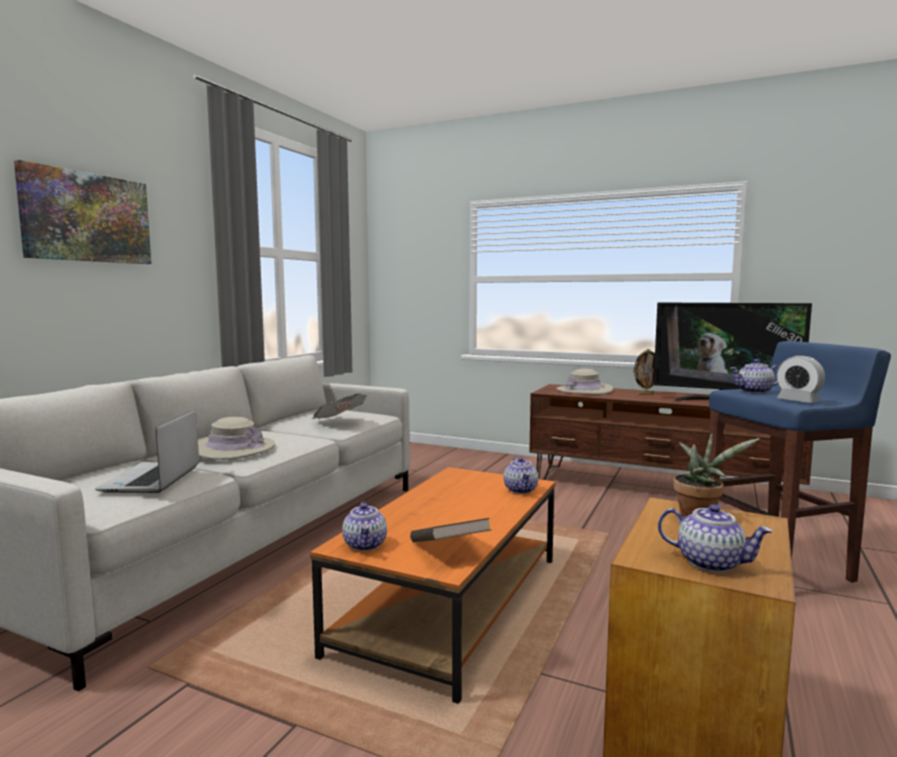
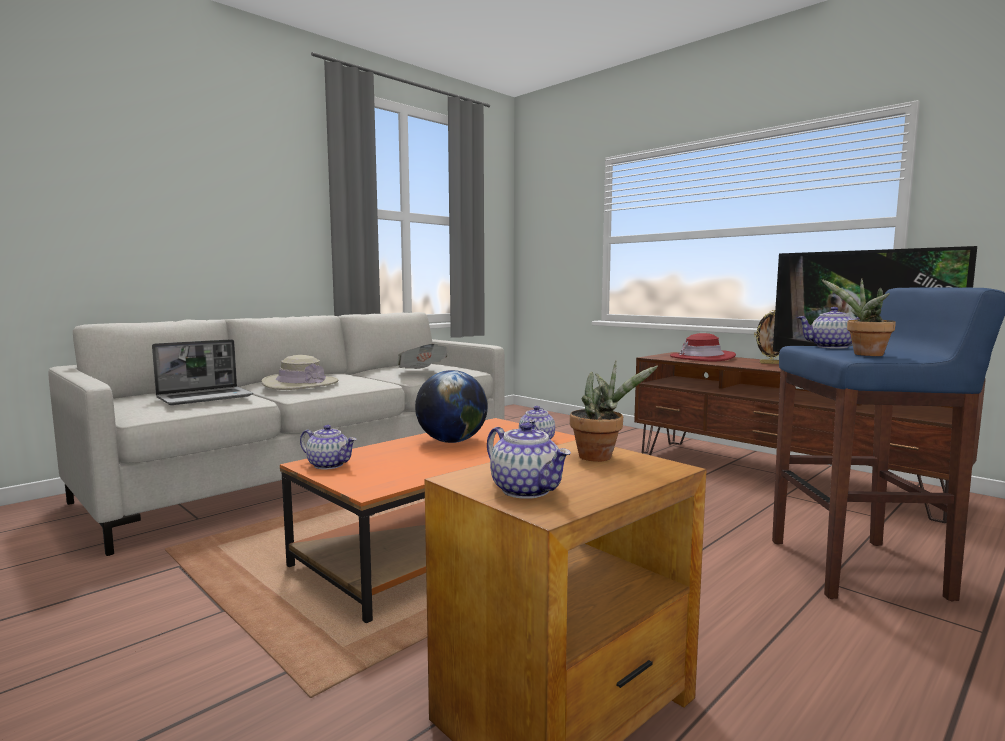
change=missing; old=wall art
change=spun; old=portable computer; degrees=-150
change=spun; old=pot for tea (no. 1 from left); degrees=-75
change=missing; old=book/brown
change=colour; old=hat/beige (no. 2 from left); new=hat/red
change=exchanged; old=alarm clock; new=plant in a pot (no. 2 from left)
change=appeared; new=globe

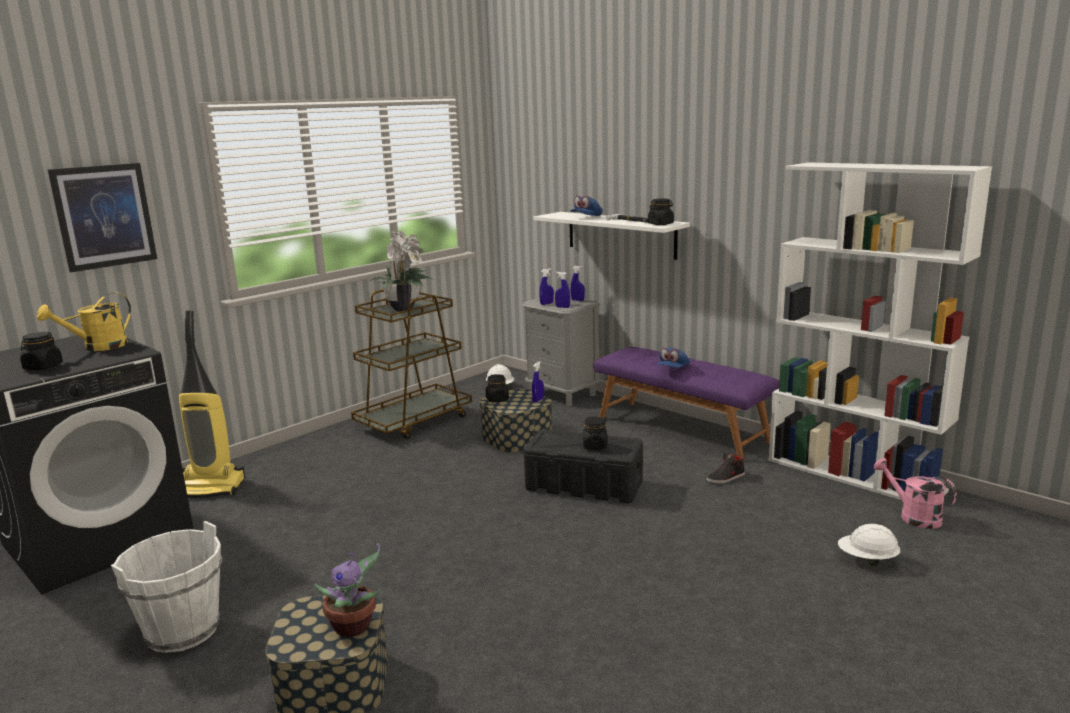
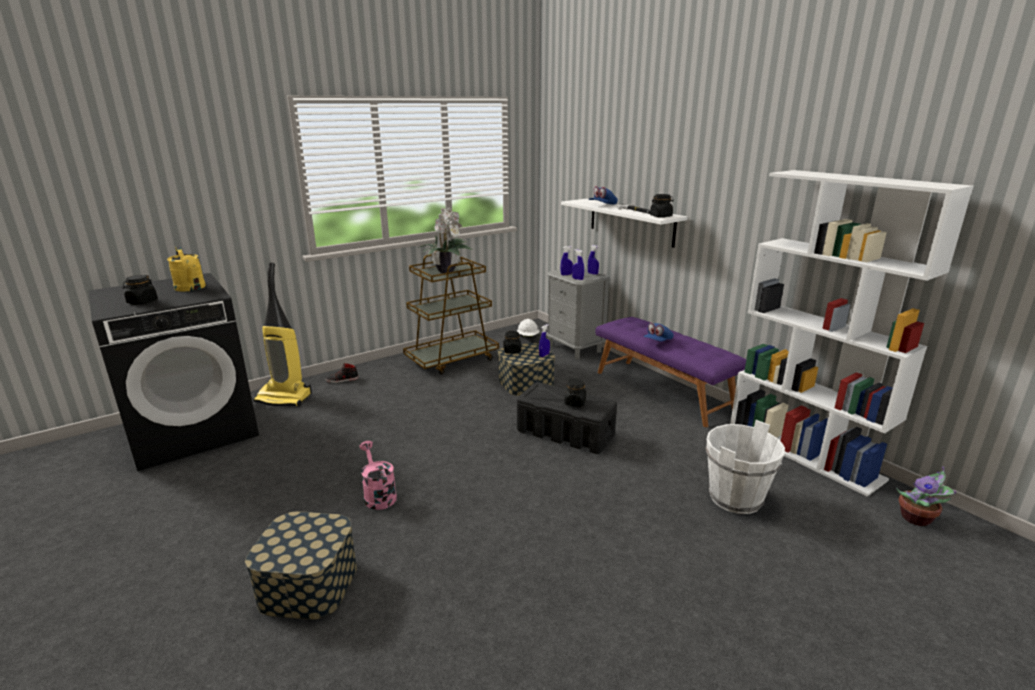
change=spun; old=watering can/yellow; degrees=-90
change=missing; old=wall art
change=relocated; old=water bucket/whitish
change=relocated; old=plant in a pot (no. 1 from left in the first image); new=plant in a pot (no. 2 from left)
change=relocated; old=shoe/blackish
change=missing; old=safety helmet/whitish (no. 2 from left)
change=relocated; old=watering can/pink

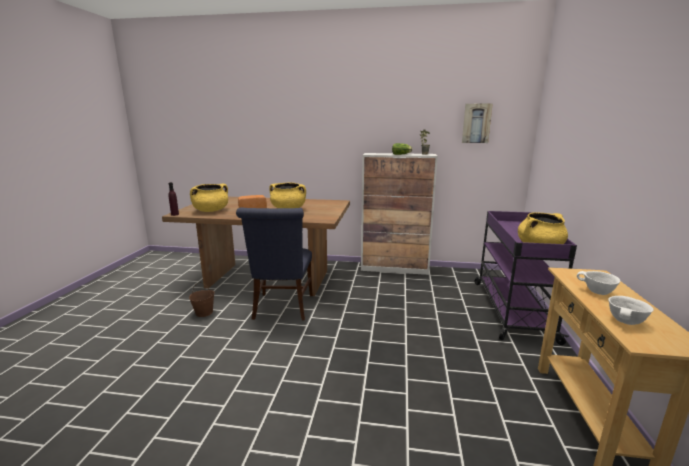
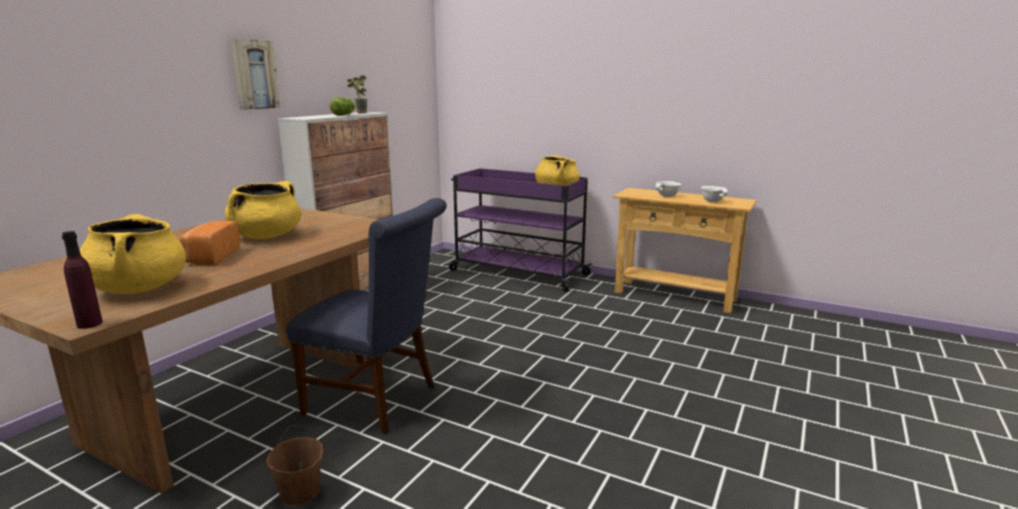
change=relocated; old=wall art

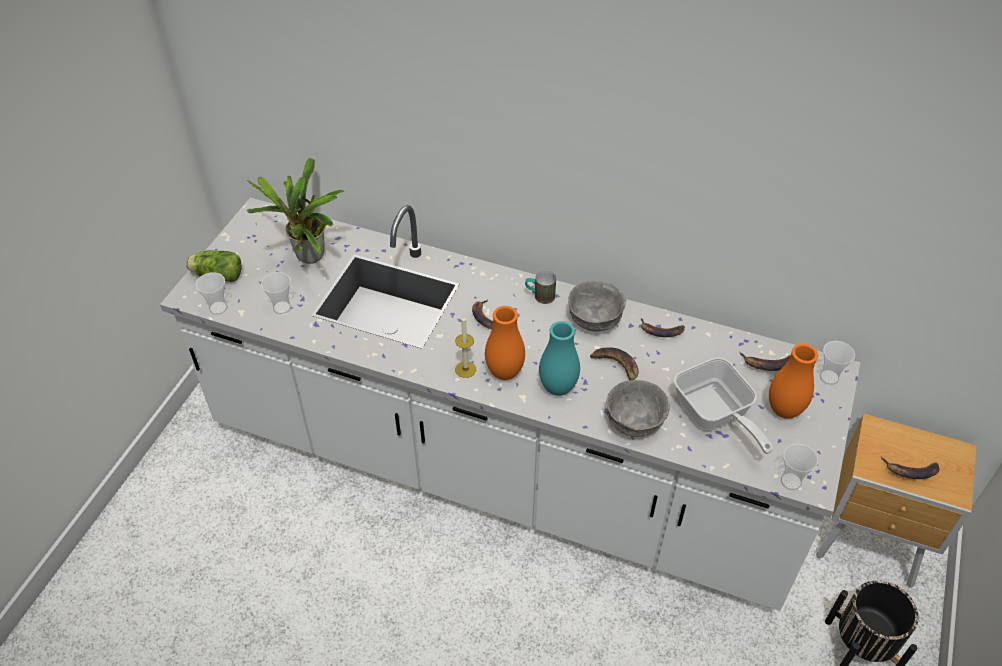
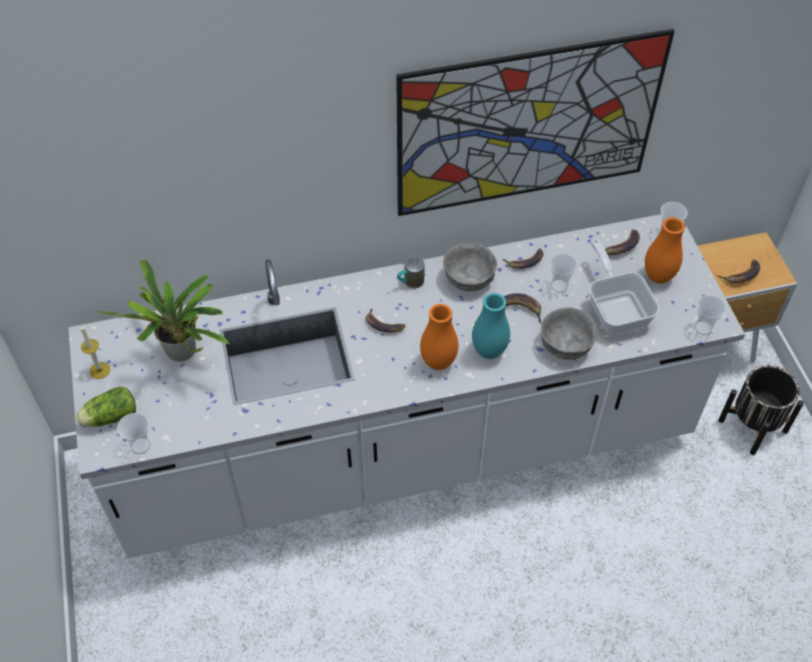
change=relocated; old=drinking cup (no. 2 from left)
change=relocated; old=wax candle
change=spun; old=pan; degrees=-135
change=appeared; new=wall art

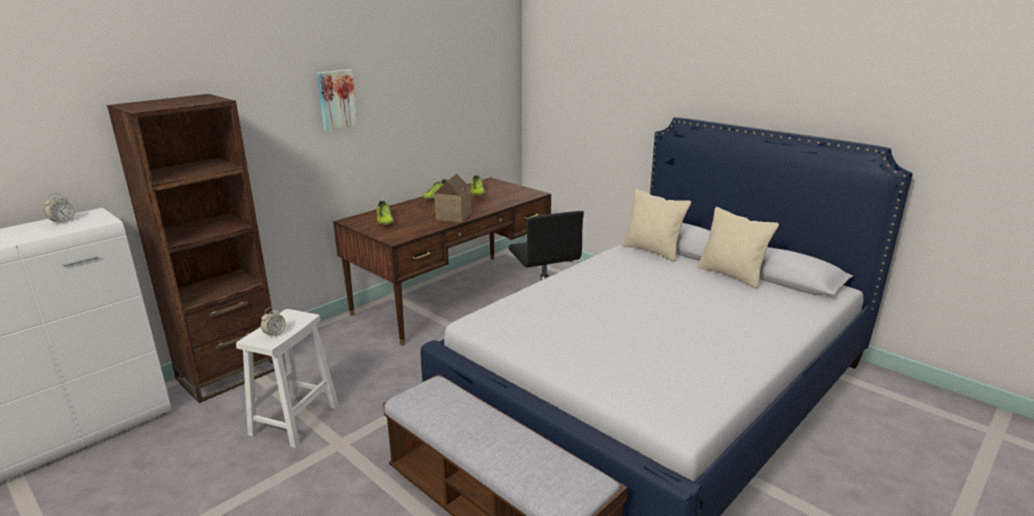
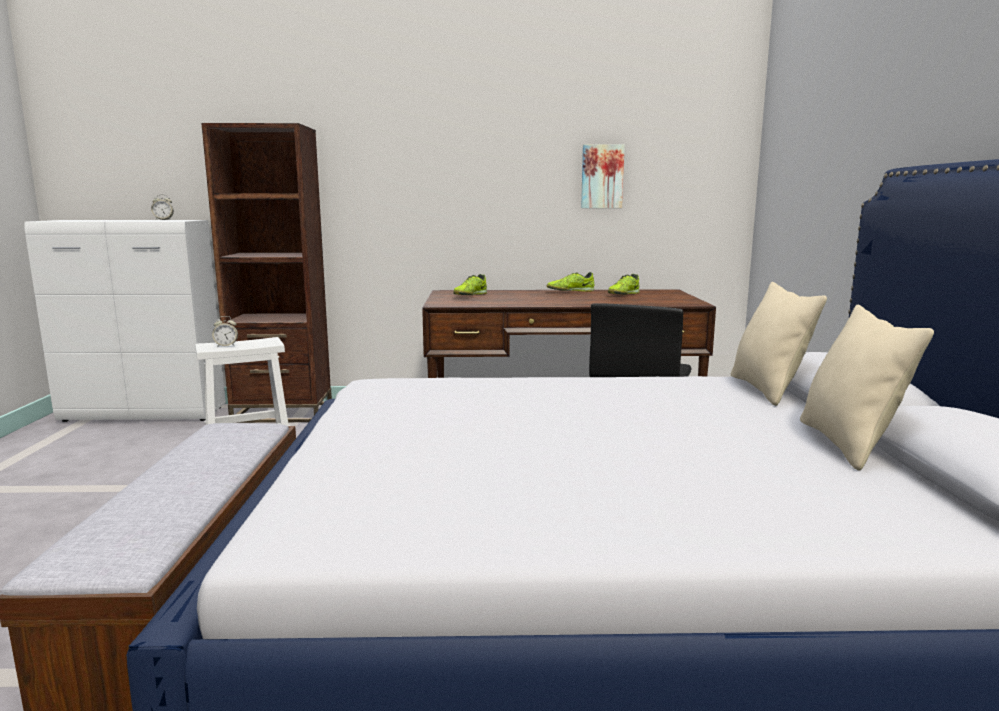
change=relocated; old=wall art
change=missing; old=toy house

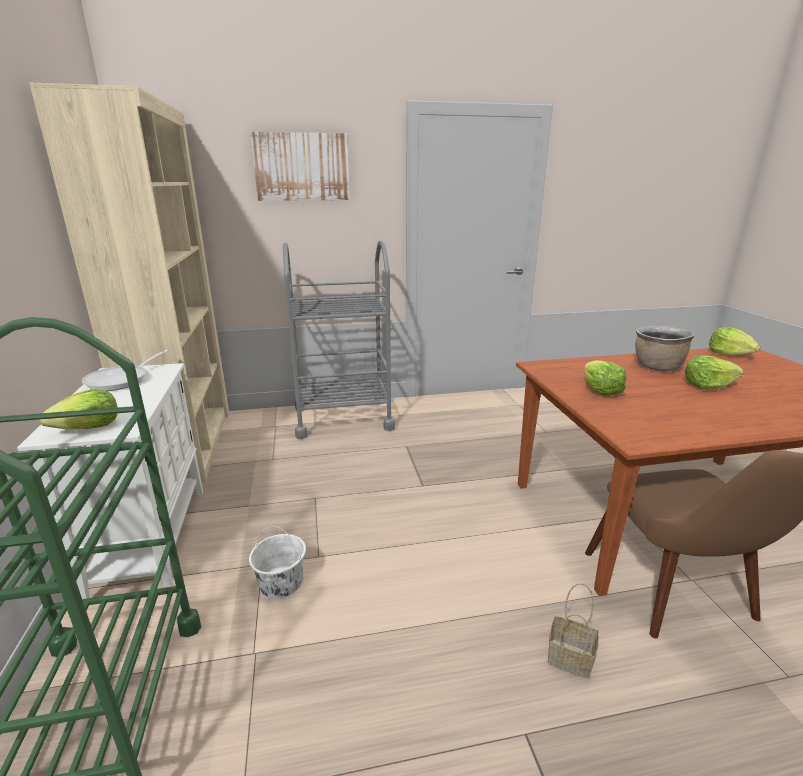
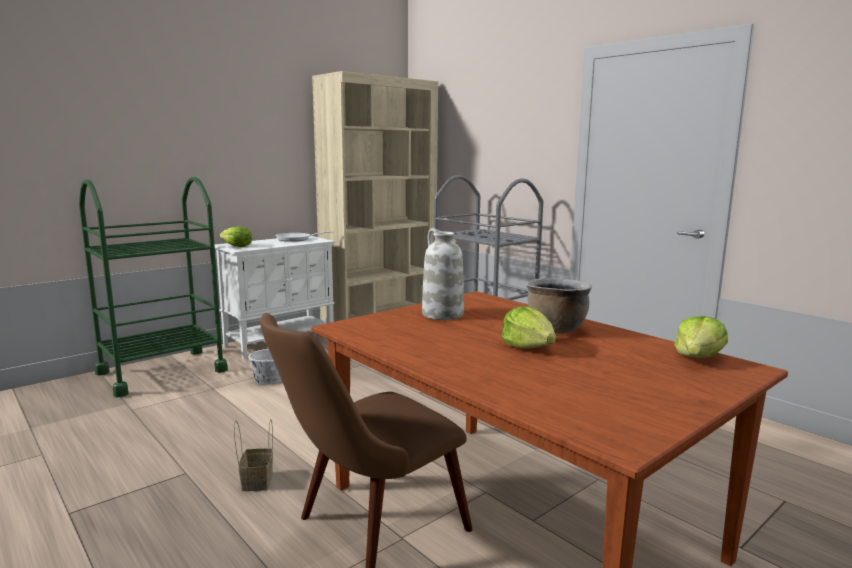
change=missing; old=wall art
change=exchanged; old=lettuce (no. 2 from left); new=vase/whitish

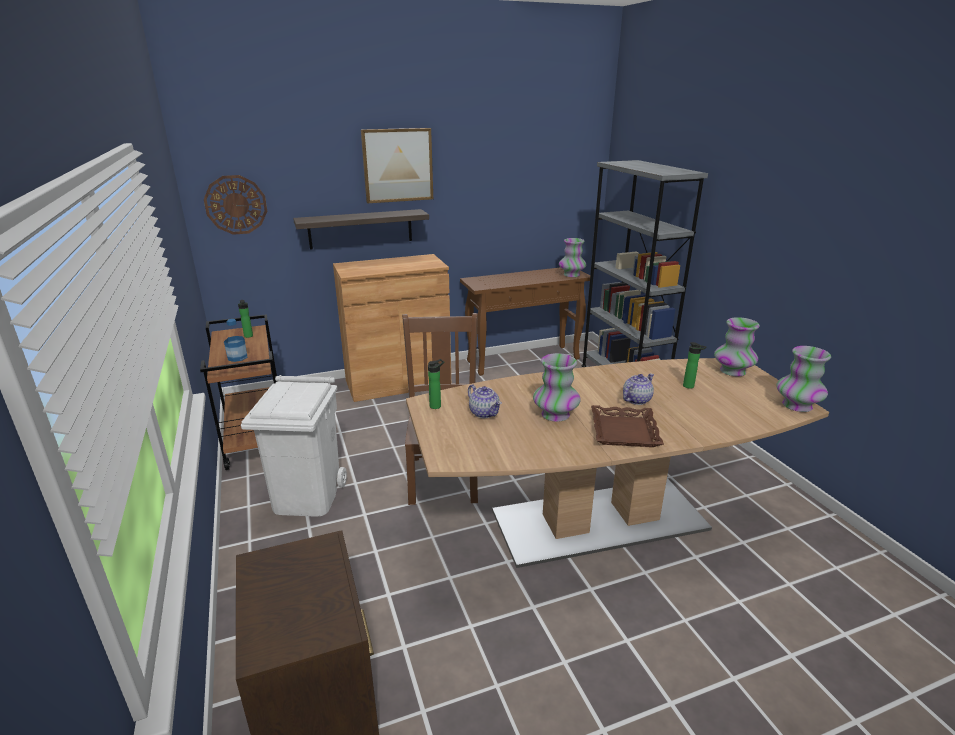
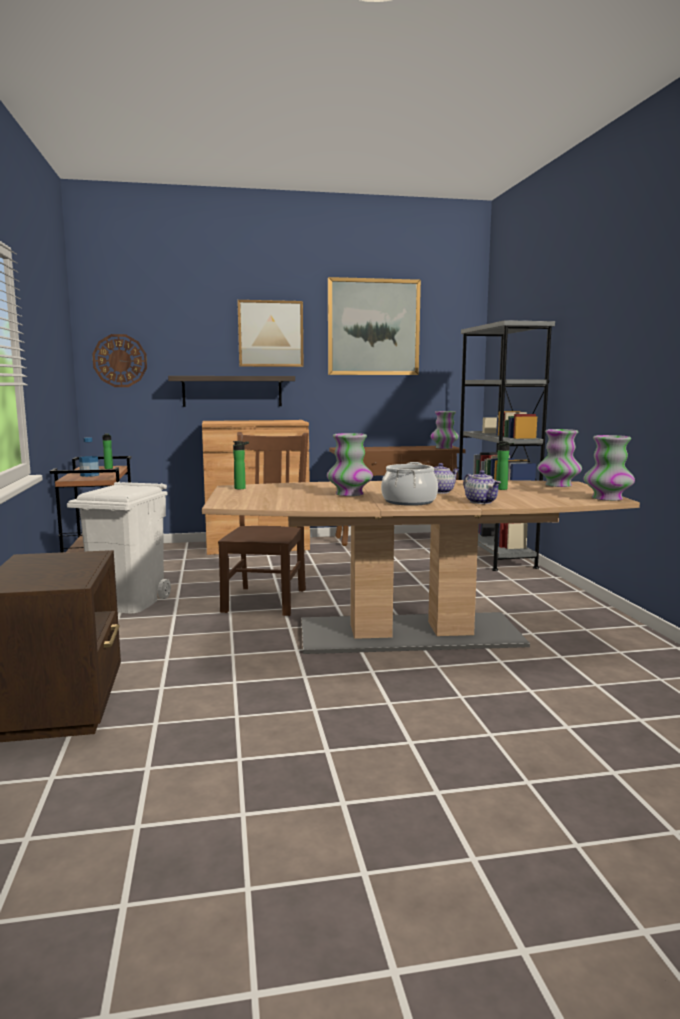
change=relocated; old=pot for tea (no. 1 from left in the first image); new=pot for tea (no. 2 from left)
change=exchanged; old=carrying tray/brown; new=stockpot
change=appeared; new=wall art (no. 2 from left)

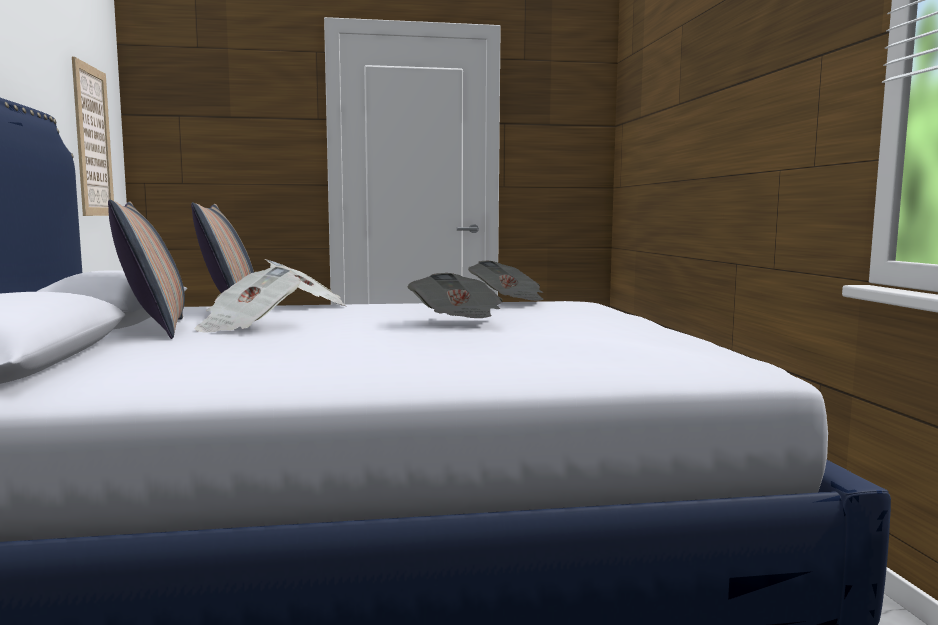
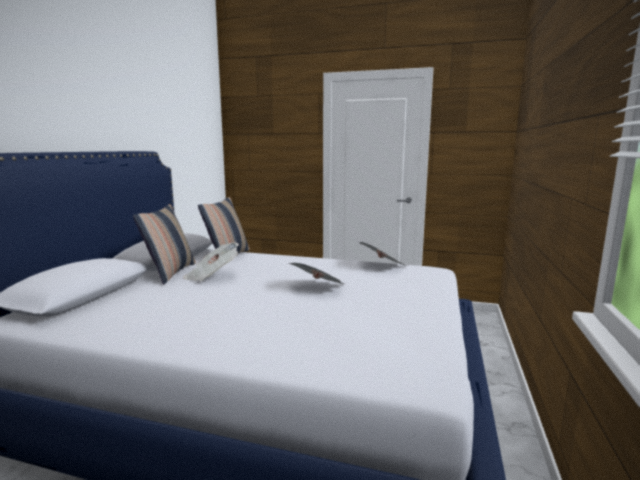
change=missing; old=wall art
change=missing; old=daily paper (no. 2 from left)

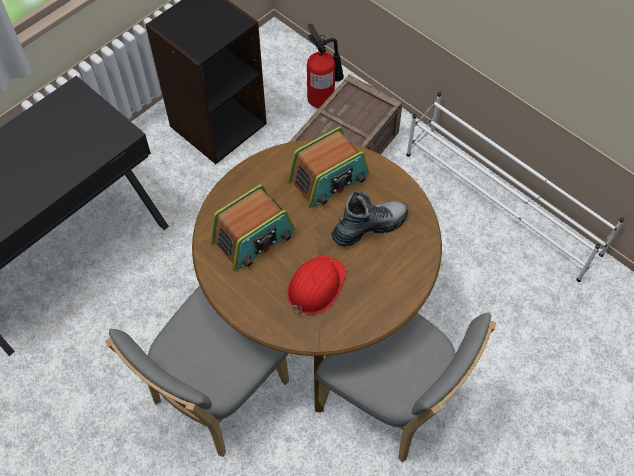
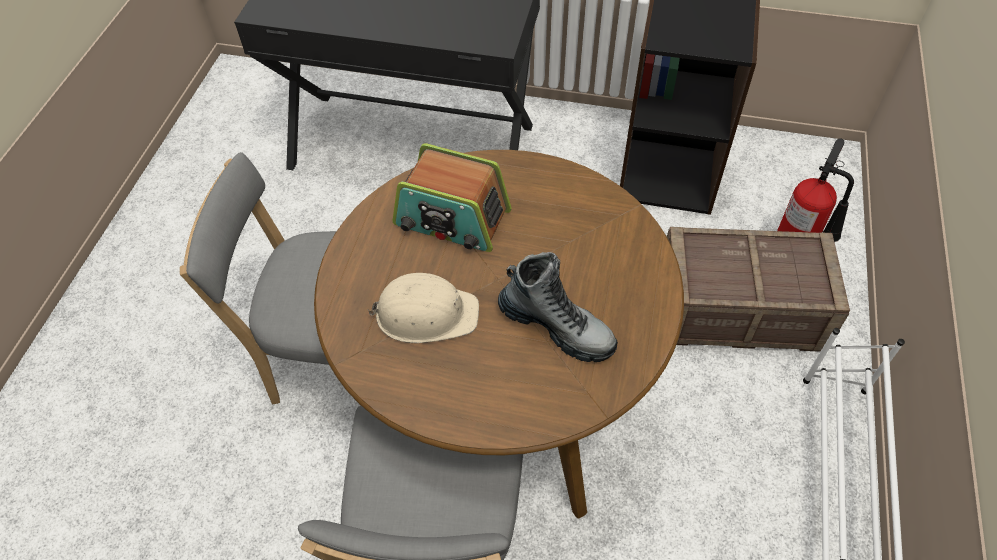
change=colour; old=safety helmet/red; new=safety helmet/beige
change=missing; old=radio set (no. 2 from left)

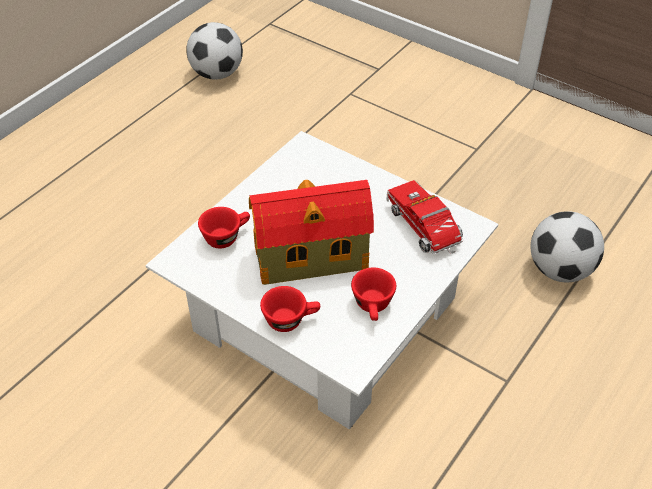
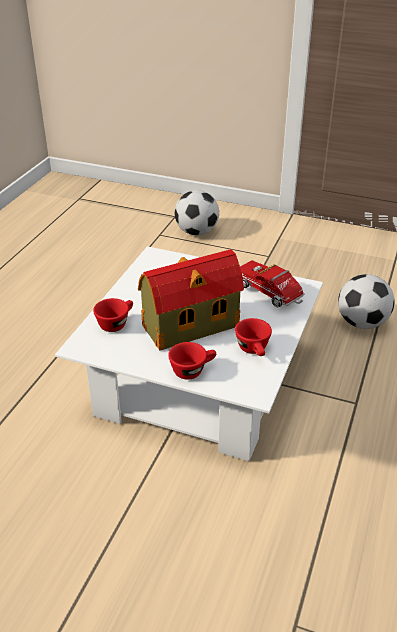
change=relocated; old=football ball (no. 1 from left)

